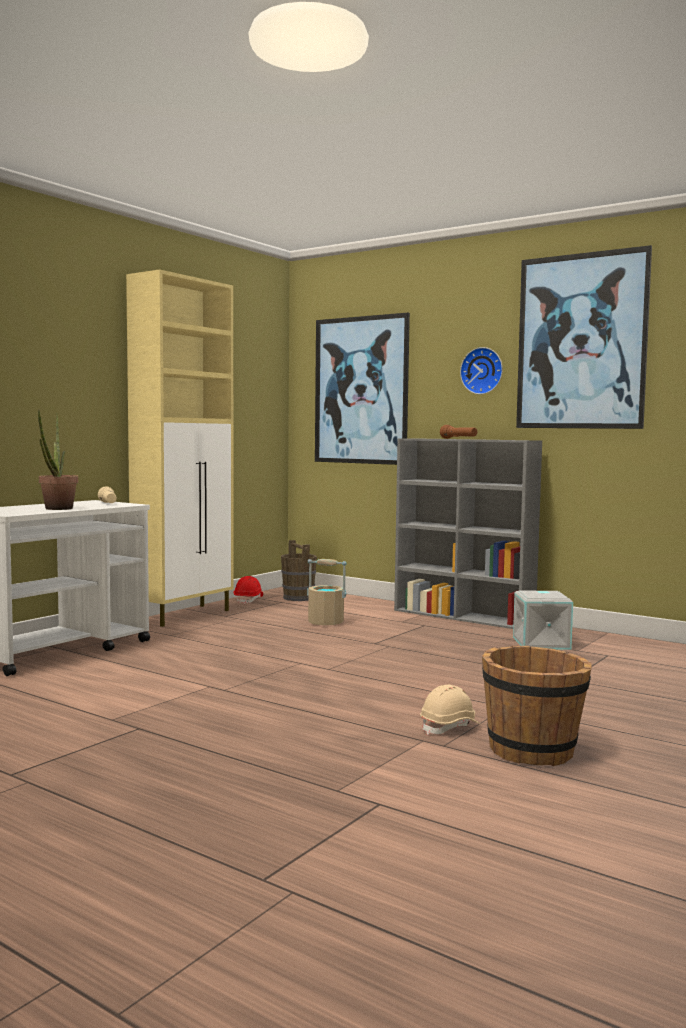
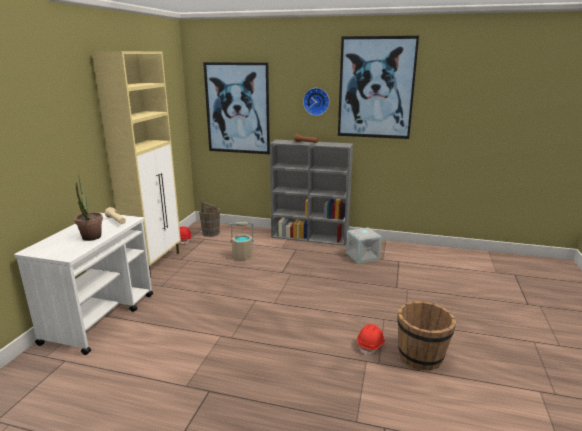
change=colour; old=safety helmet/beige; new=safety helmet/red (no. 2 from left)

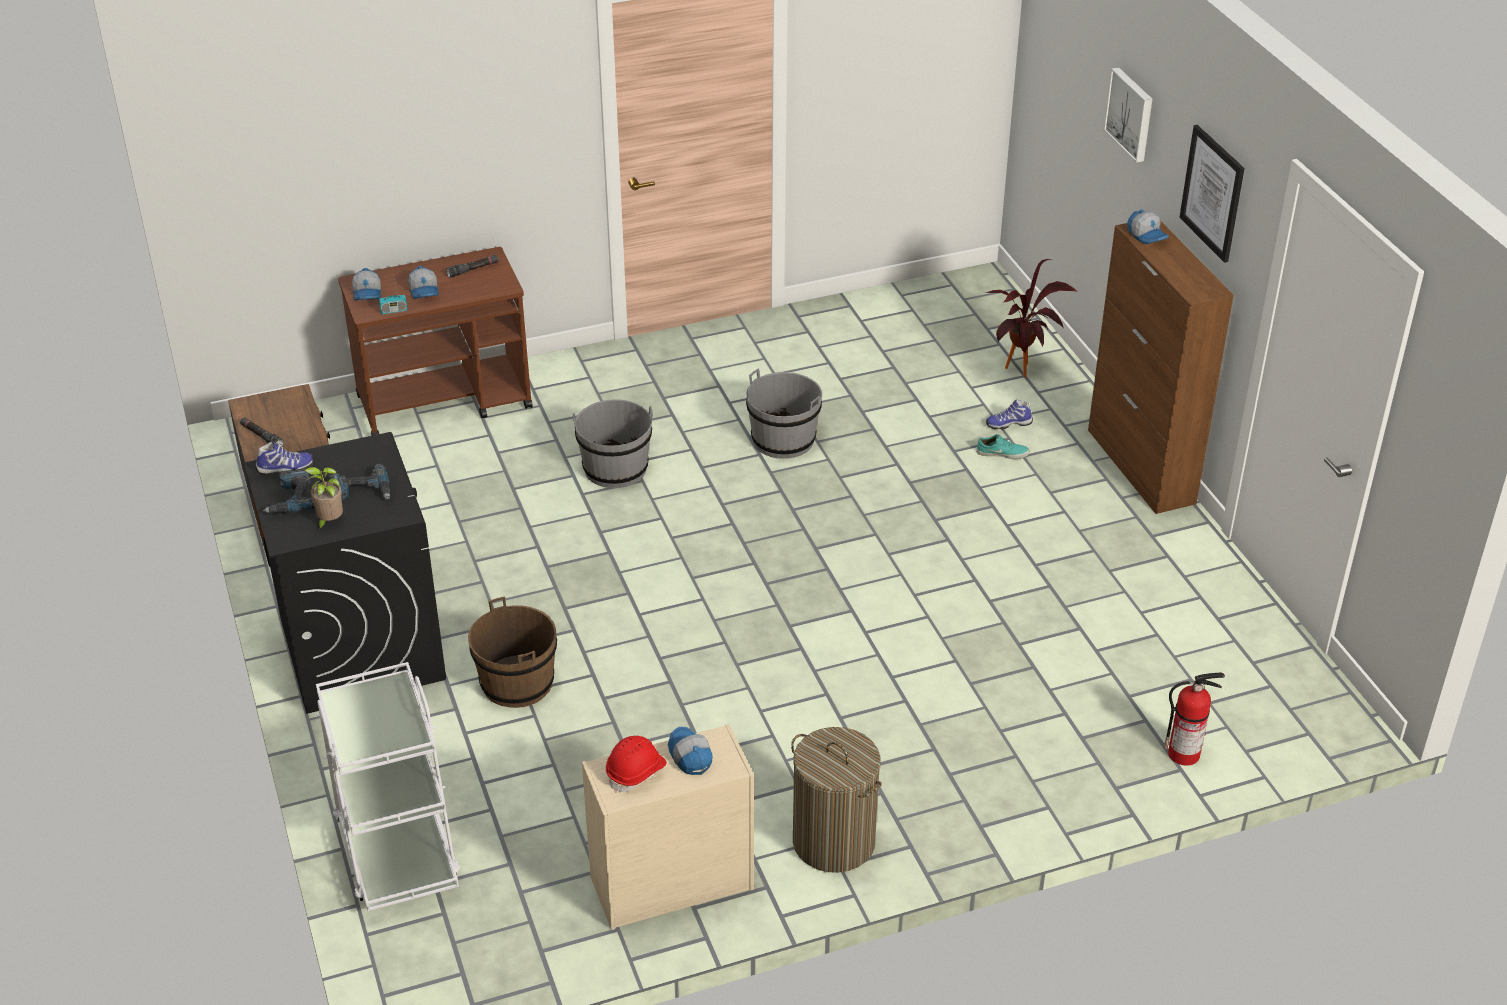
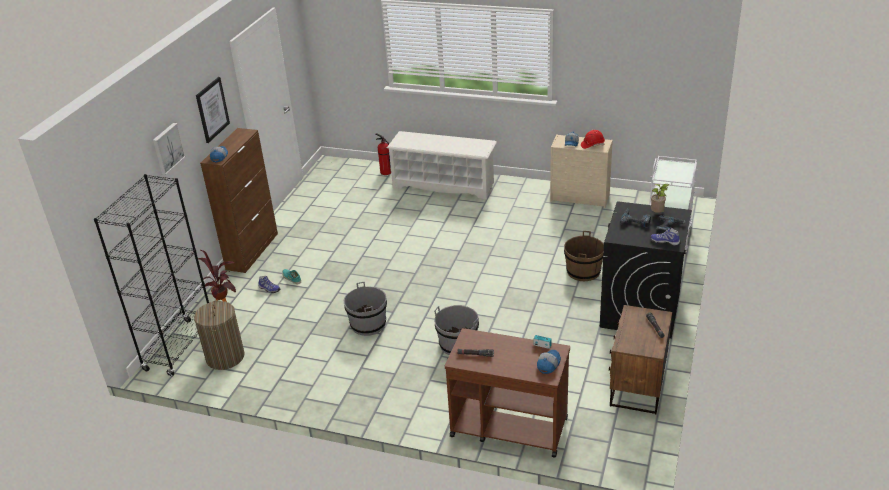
change=missing; old=peaked cap (no. 2 from left)
change=relocated; old=laundry basket
change=appeared; new=bookcase/blackish
change=appeared; new=shoe rack/whitish

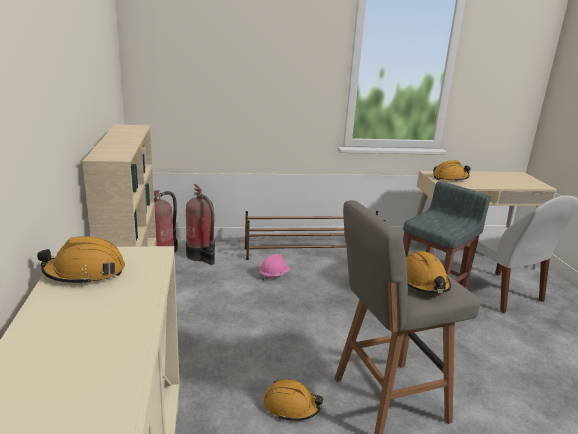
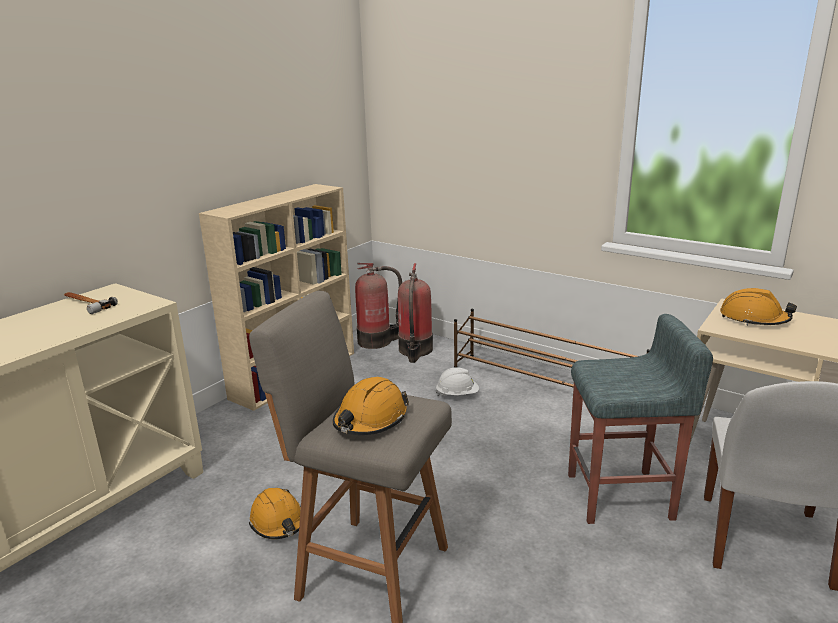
change=exchanged; old=safety helmet/orange (no. 1 from left); new=hammer
change=colour; old=safety helmet/pink; new=safety helmet/whitish

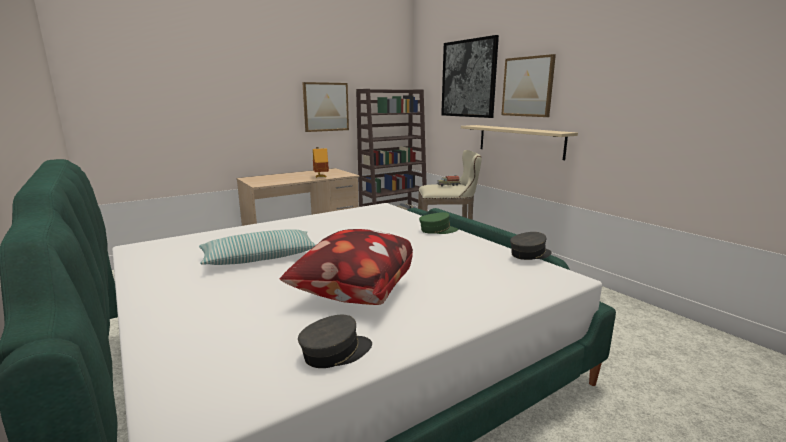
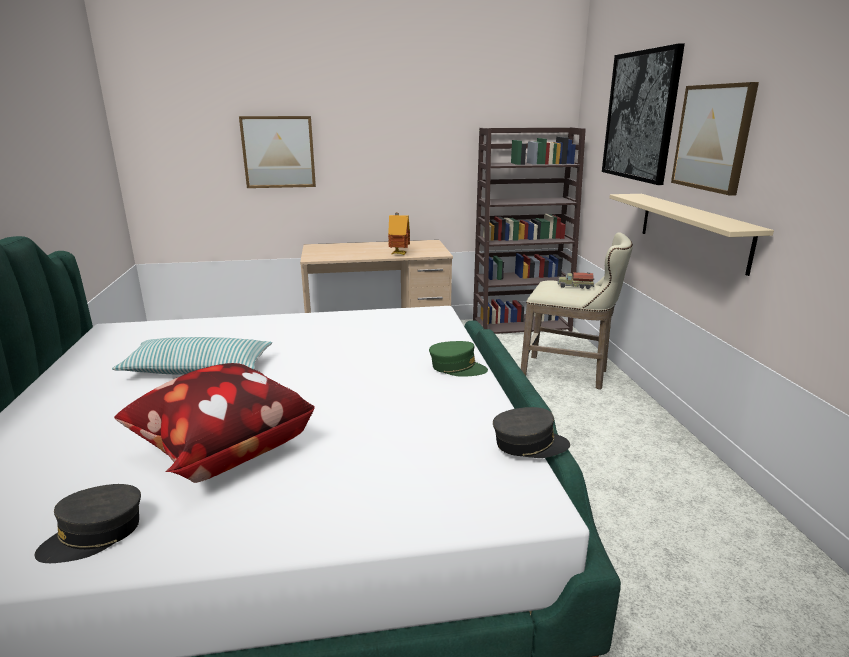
change=spun; old=peaked cap/gray (no. 1 from left); degrees=150
change=relocated; old=wall art (no. 1 from left)

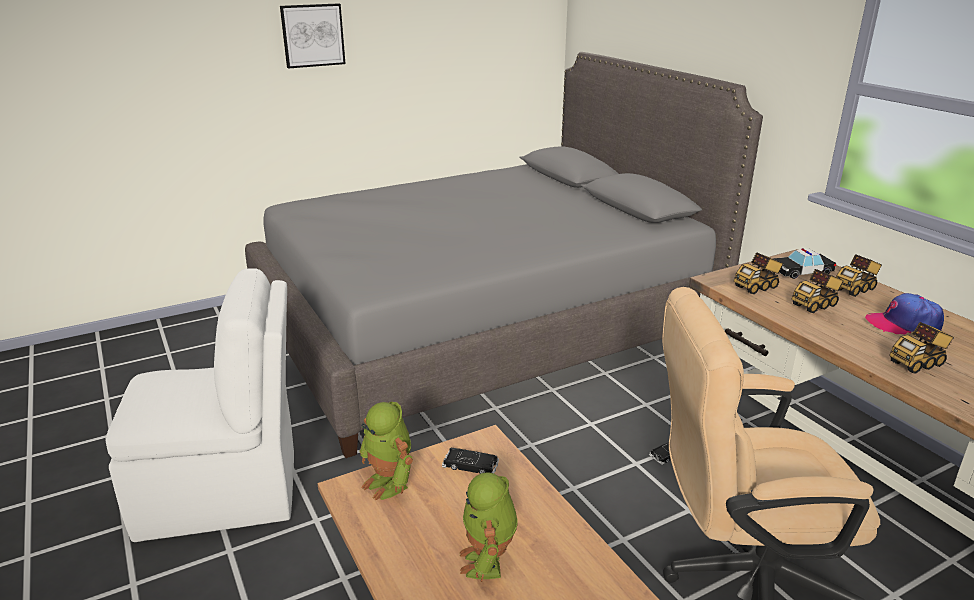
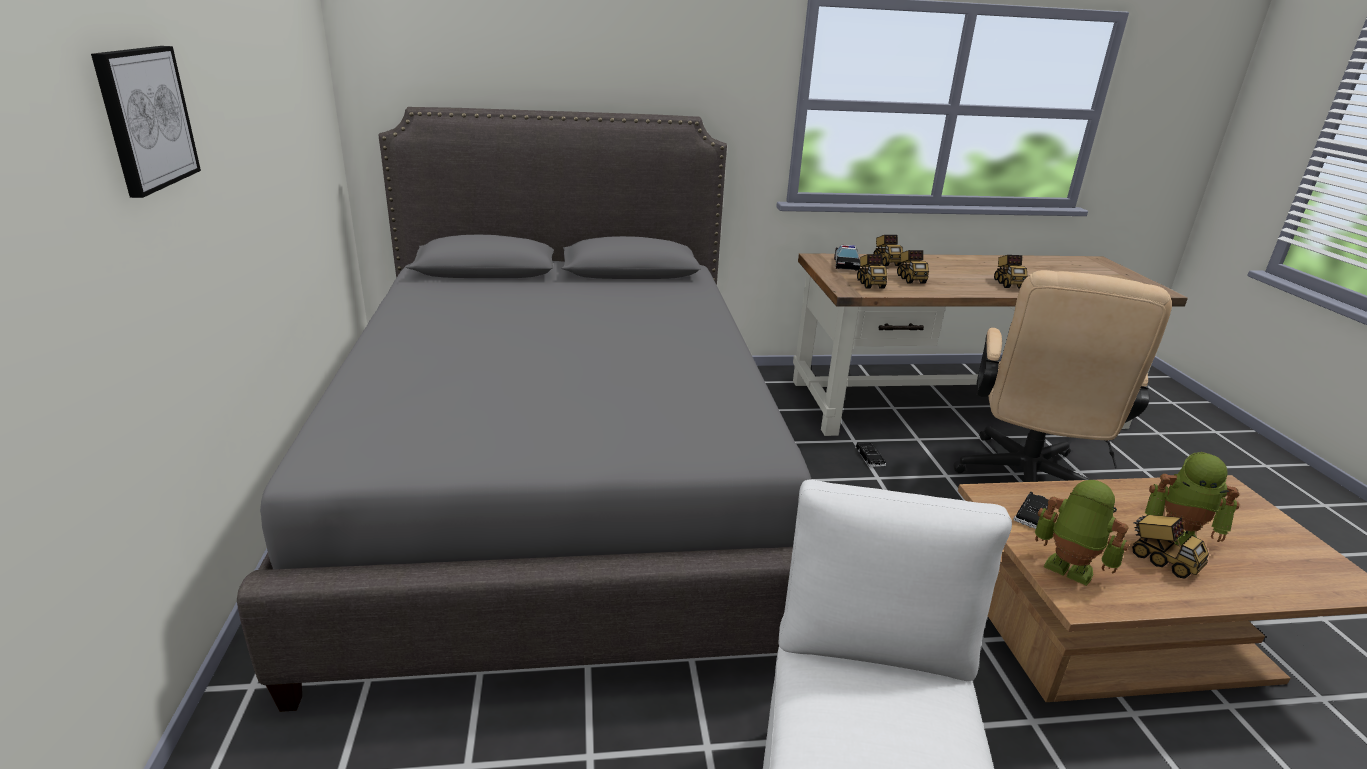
change=spun; old=robot figure (no. 1 from left); degrees=-120
change=missing; old=peaked cap
change=appeared; new=toy truck (no. 5 from left)

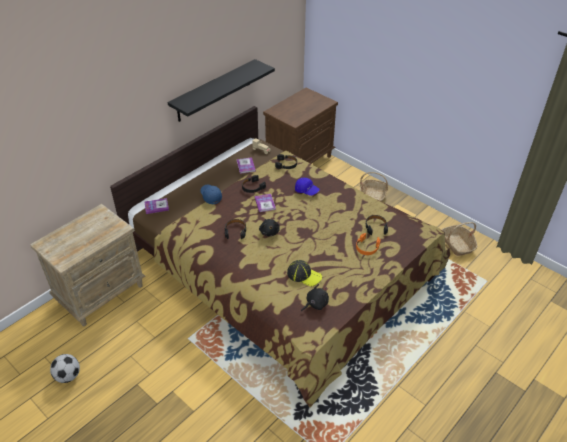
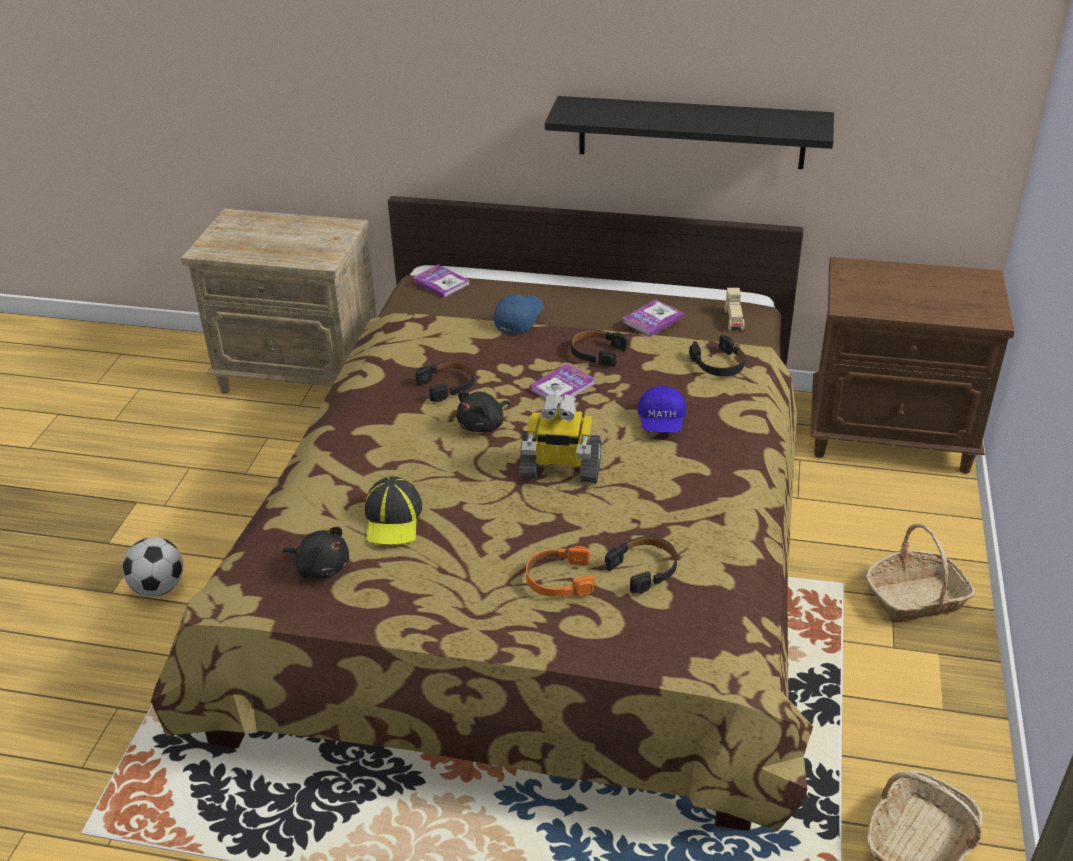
change=relocated; old=football ball
change=appeared; new=robot figure

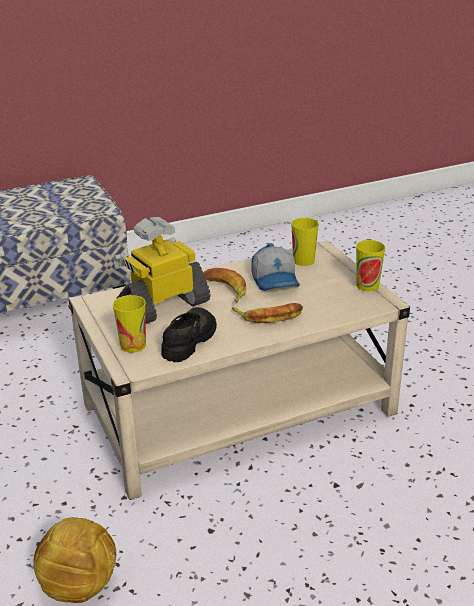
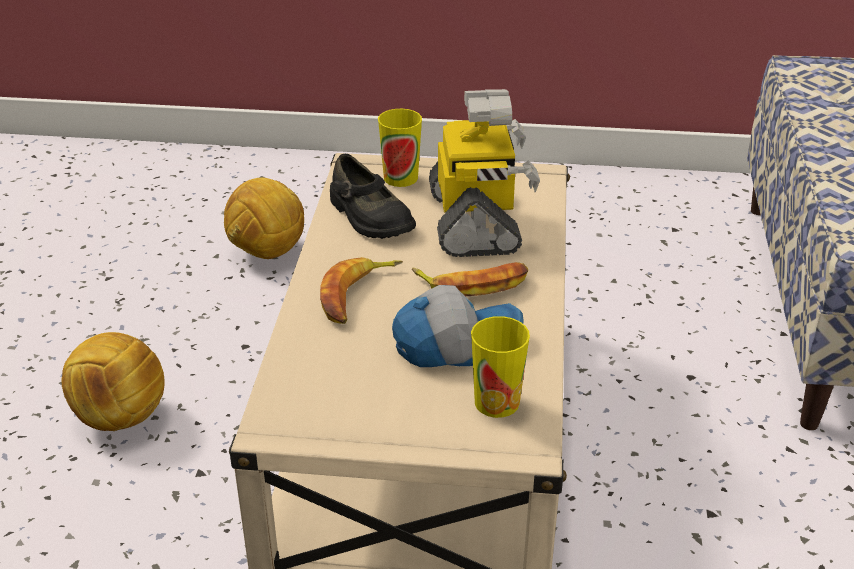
change=spun; old=peaked cap; degrees=150
change=missing; old=drinking cup (no. 3 from left)
change=appeared; new=football ball (no. 1 from left)

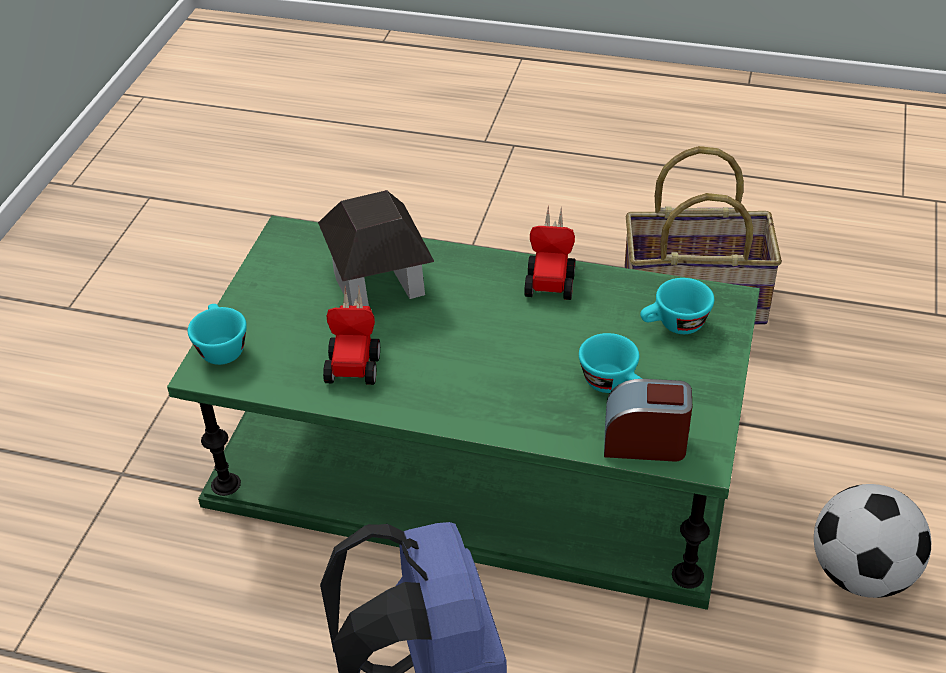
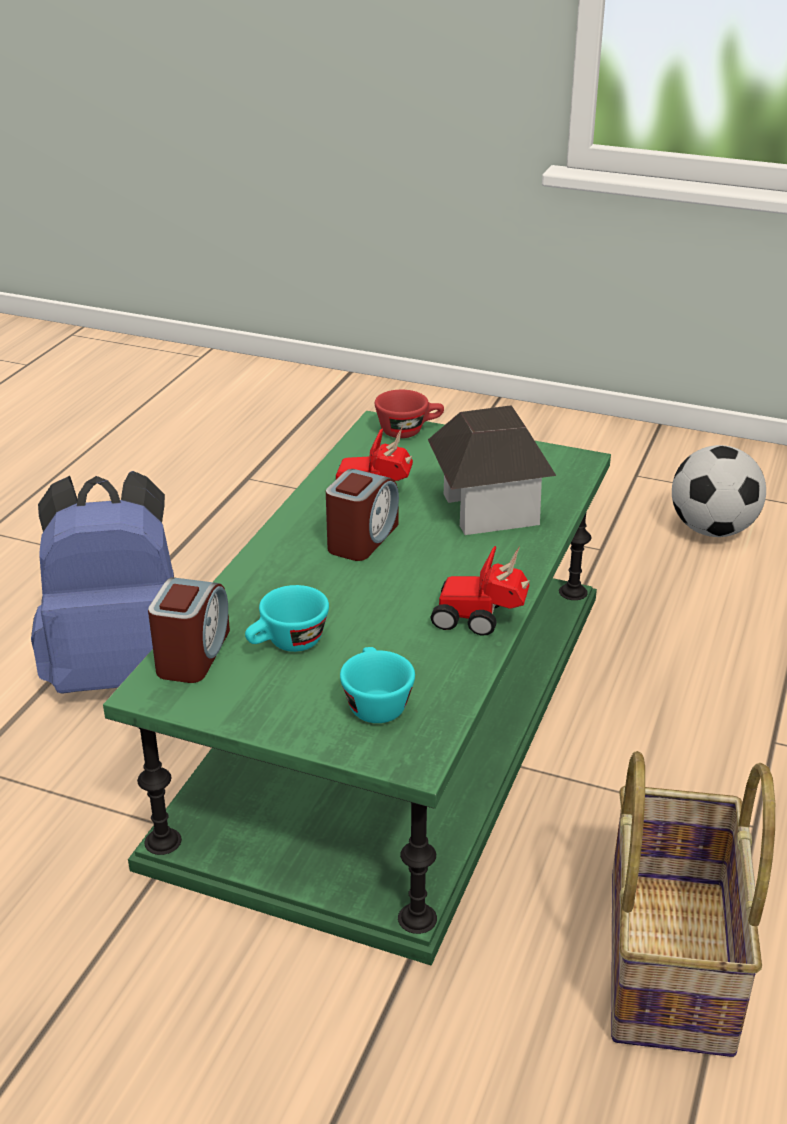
change=colour; old=drinking cup/turquoise (no. 1 from left); new=drinking cup/red
change=relocated; old=football ball
change=appeared; new=alarm clock (no. 2 from left)

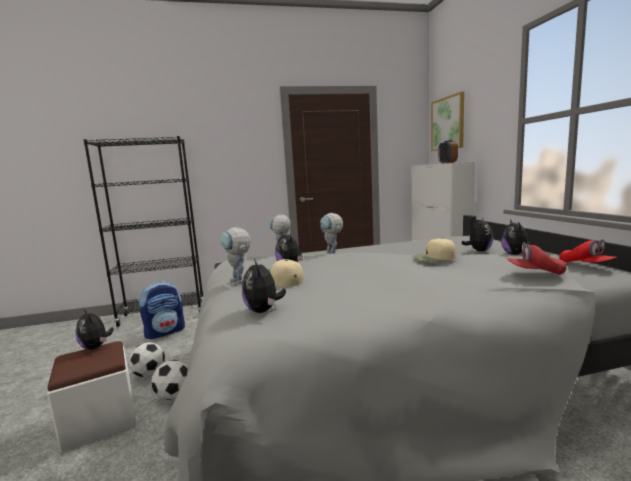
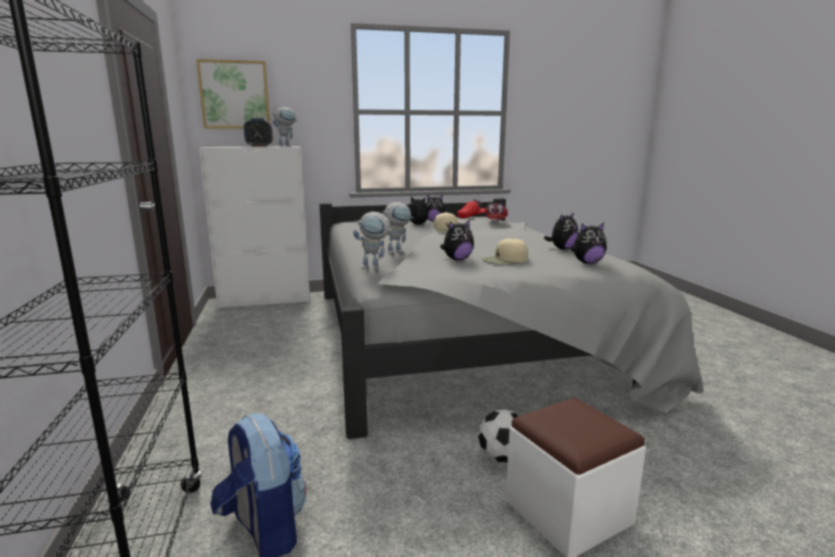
change=relocated; old=plush toy (no. 1 from left in the first image); new=plush toy (no. 4 from left)
change=missing; old=football ball (no. 1 from left)
change=relocated; old=robot figure (no. 1 from left)

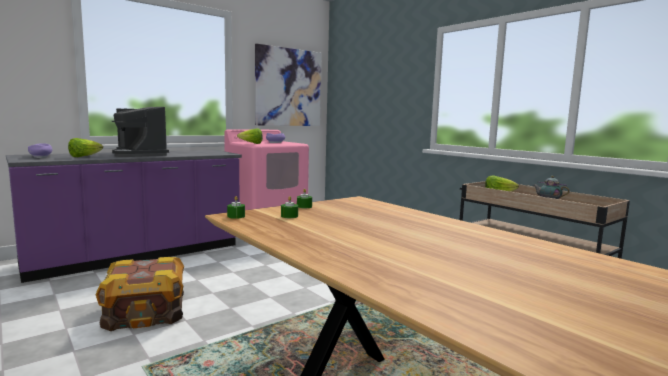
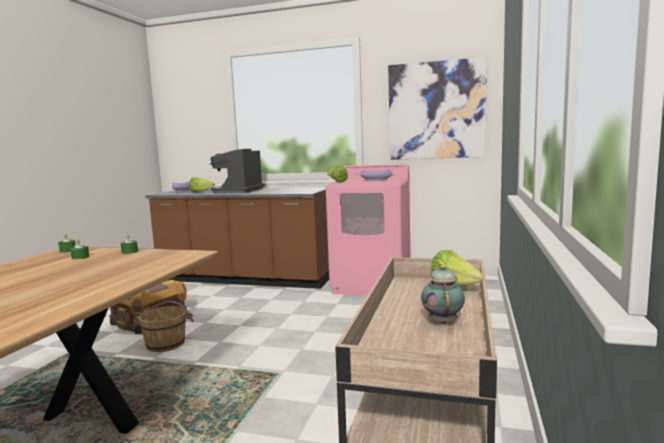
change=colour; old=kitchen base unit/purple; new=kitchen base unit/brown
change=appeared; new=water bucket/brown

